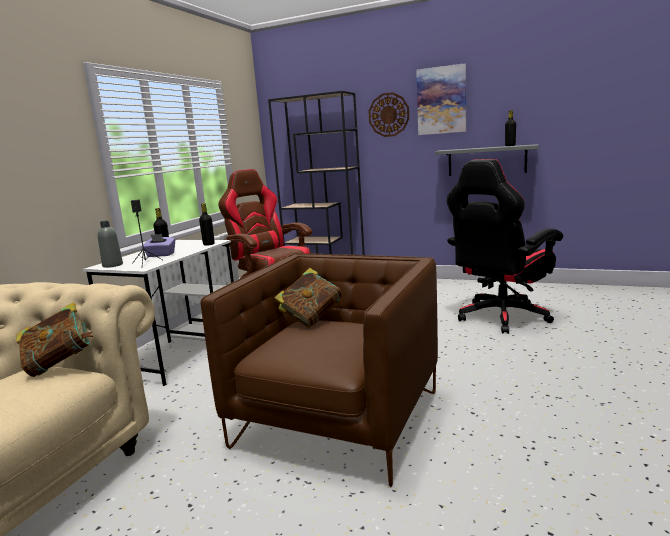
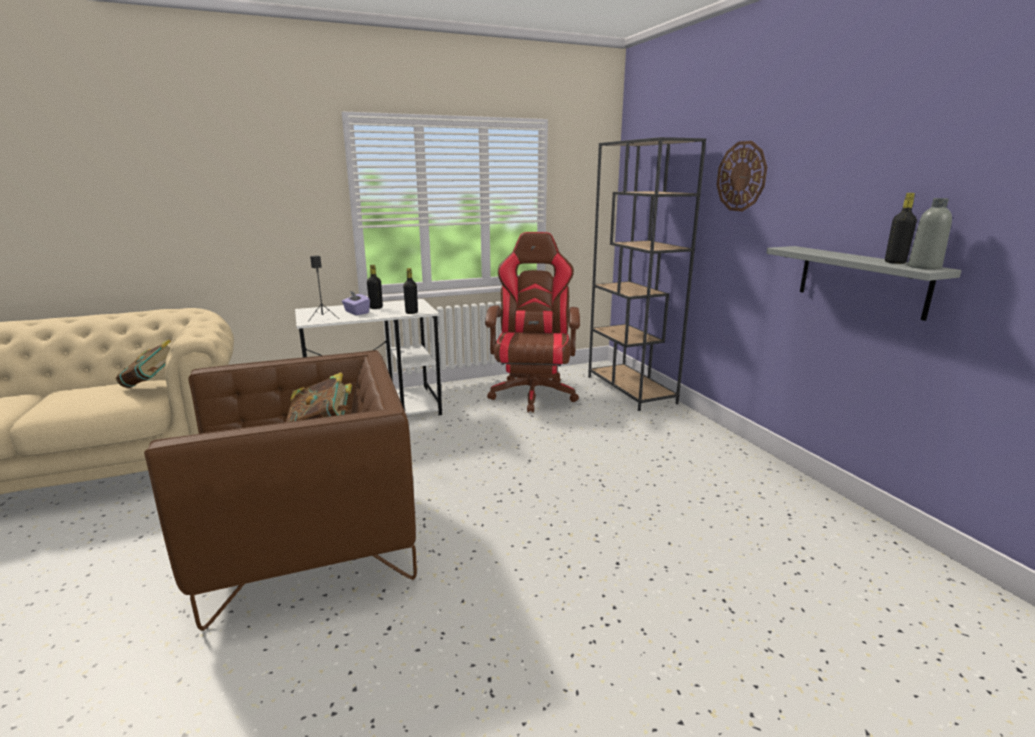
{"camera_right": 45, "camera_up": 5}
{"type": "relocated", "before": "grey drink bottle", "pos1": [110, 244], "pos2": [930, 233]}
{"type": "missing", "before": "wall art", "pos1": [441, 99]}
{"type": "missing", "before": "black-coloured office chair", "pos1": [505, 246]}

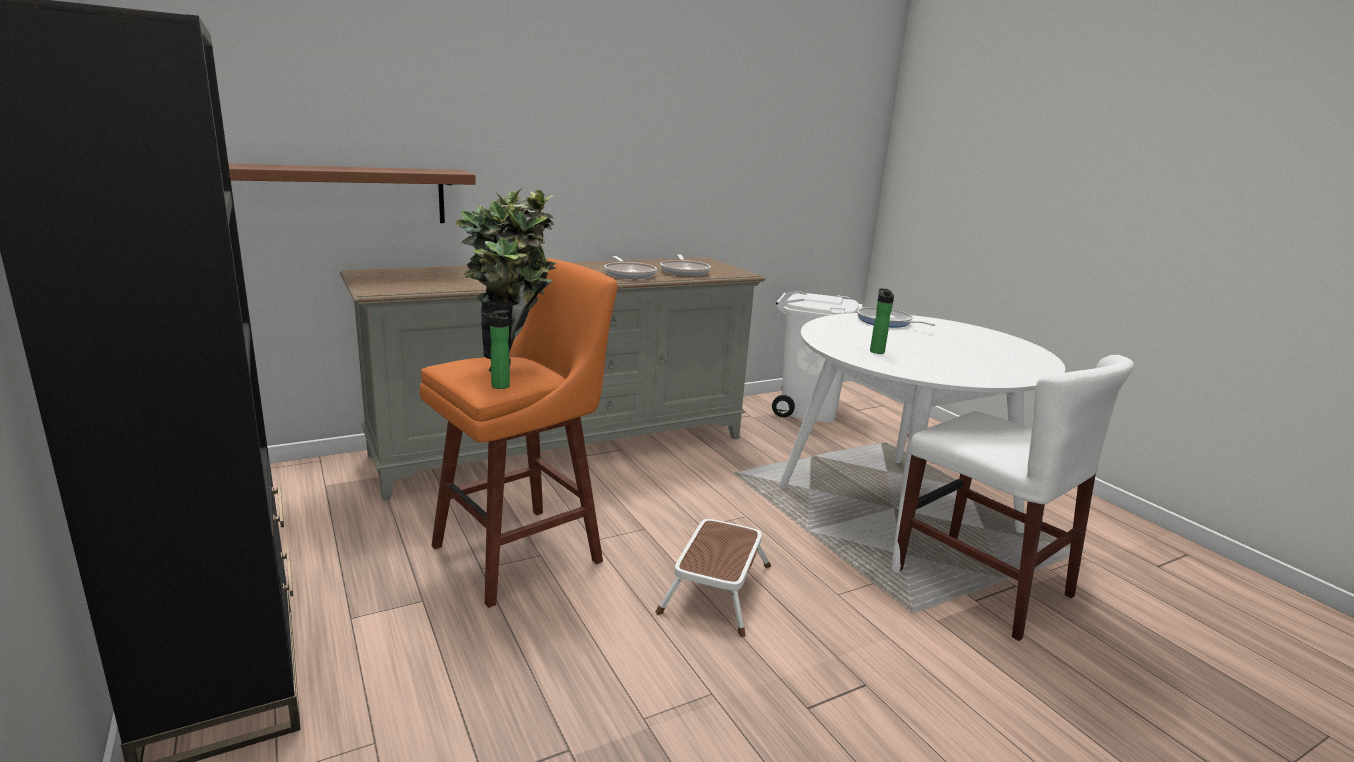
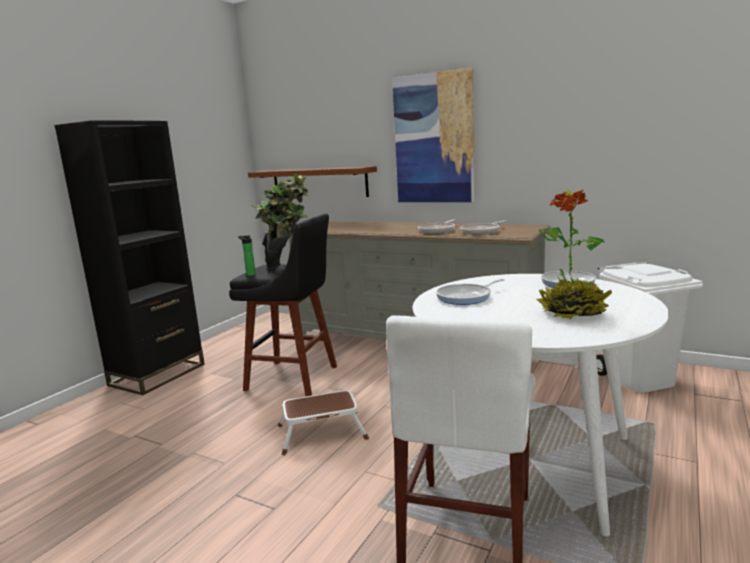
{"camera_right": 60, "camera_up": -5}
{"type": "colour", "before": "orange-coloured sitting stool", "after": "black-coloured sitting stool", "pos1": [518, 433], "pos2": [283, 304]}
{"type": "appeared", "after": "wall art", "pos2": [433, 134]}
{"type": "exchanged", "before": "drink bottle", "after": "pan", "pos1": [882, 321], "pos2": [470, 292]}
{"type": "appeared", "after": "houseplant", "pos2": [574, 254]}

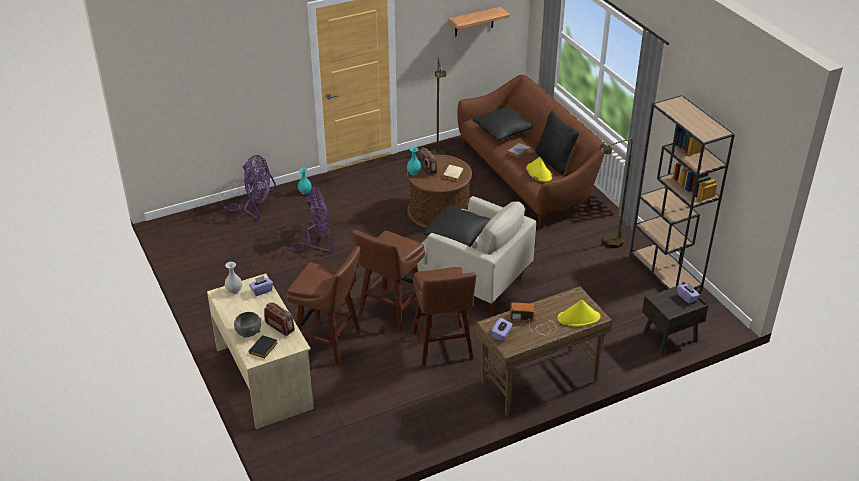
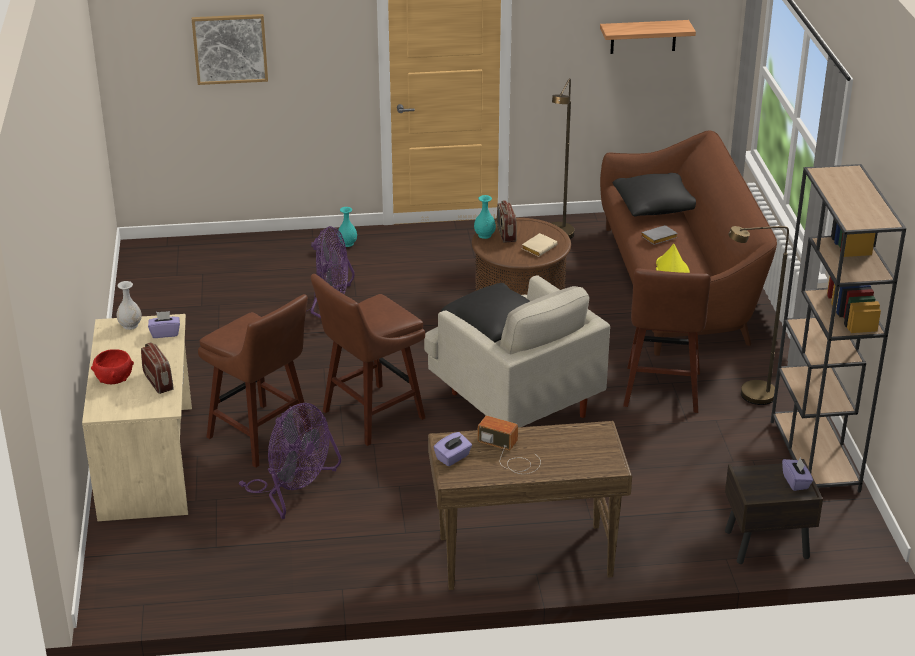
{"camera_right": 20, "camera_up": -5}
{"type": "colour", "before": "grey serving bowl", "after": "reddish serving bowl", "pos1": [247, 325], "pos2": [112, 366]}
{"type": "appeared", "after": "wall art", "pos2": [230, 49]}
{"type": "relocated", "before": "purple-coloured fan", "pos1": [250, 187], "pos2": [290, 461]}
{"type": "relocated", "before": "brown-coloured sitting stool", "pos1": [444, 316], "pos2": [666, 340]}
{"type": "missing", "before": "black-coloured volume", "pos1": [263, 346]}
{"type": "missing", "before": "black-coloured cushion", "pos1": [557, 143]}
{"type": "missing", "before": "yellow hat", "pos1": [578, 313]}

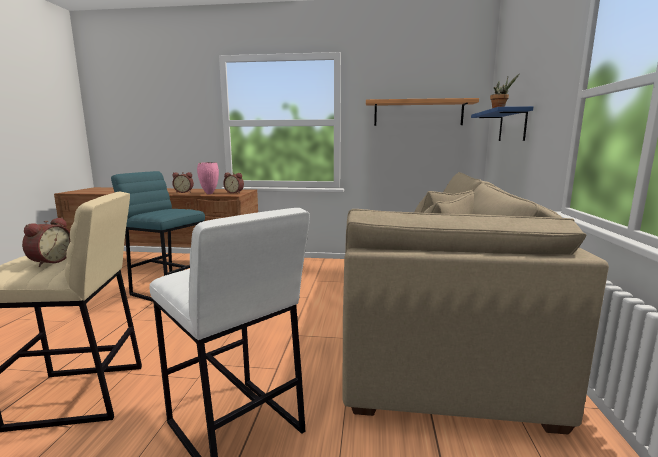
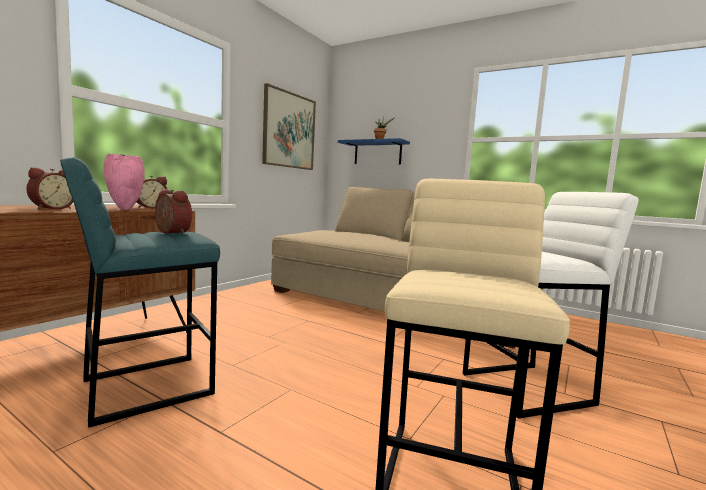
{"camera_right": -65, "camera_up": -5}
{"type": "relocated", "before": "bedside clock", "pos1": [46, 242], "pos2": [173, 211]}
{"type": "exchanged", "before": "wall shelf", "after": "wall art", "pos1": [422, 112], "pos2": [289, 126]}

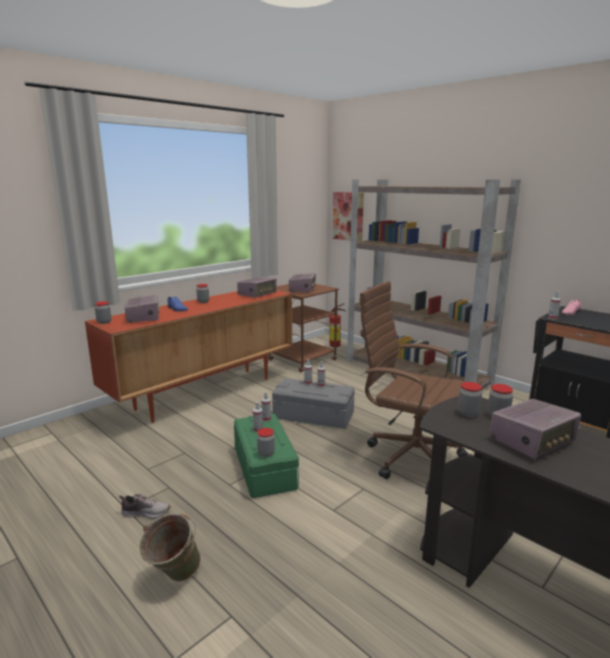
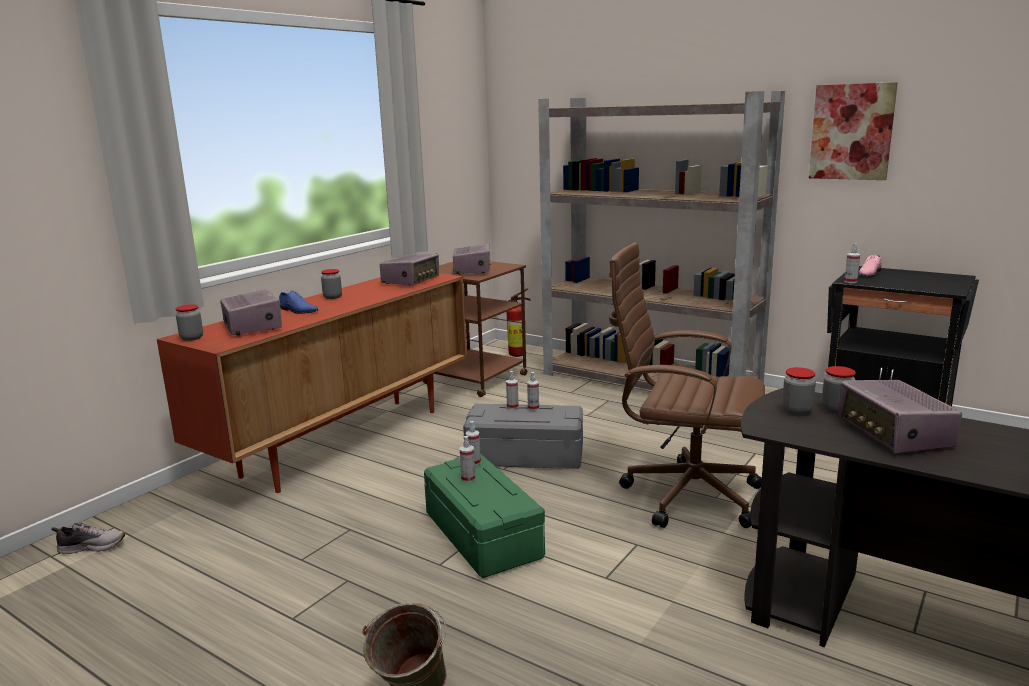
{"camera_right": -10, "camera_up": 0}
{"type": "relocated", "before": "shoe", "pos1": [144, 506], "pos2": [88, 538]}
{"type": "relocated", "before": "wall art", "pos1": [348, 217], "pos2": [853, 131]}
{"type": "spun", "before": "radio set", "pos1": [535, 429], "pos2": [900, 416], "turn": 120}
{"type": "missing", "before": "storage jar", "pos1": [266, 442]}

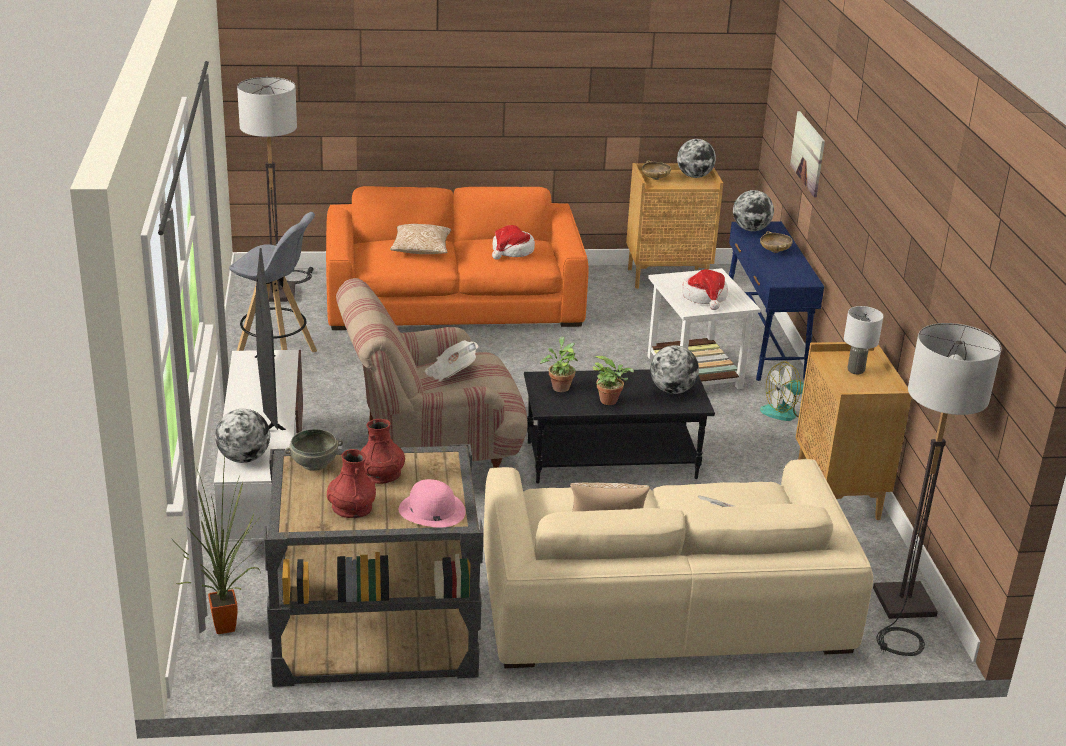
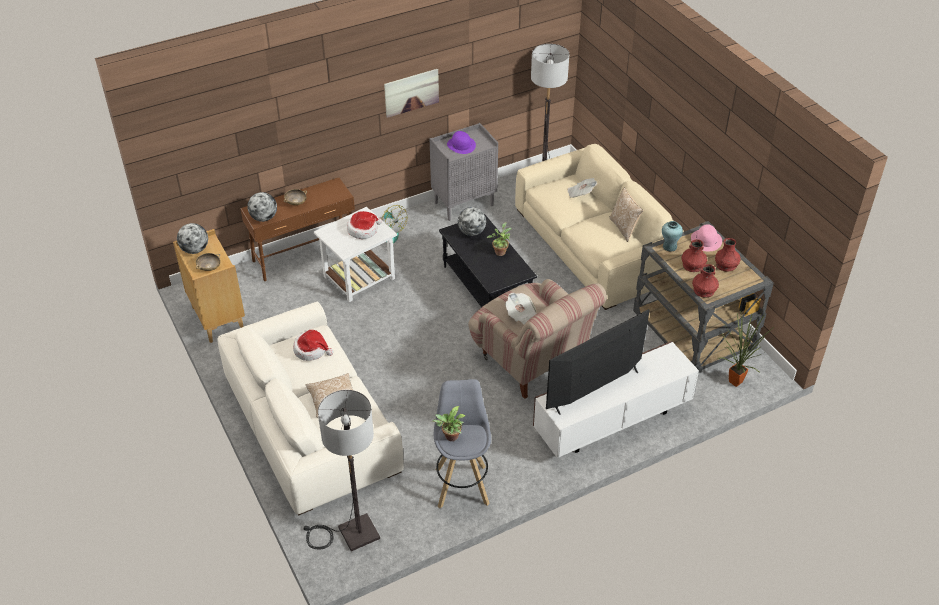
{"camera_right": -110, "camera_up": 15}
{"type": "colour", "before": "orange-coloured settee", "after": "white-coloured settee", "pos1": [457, 258], "pos2": [311, 409]}
{"type": "colour", "before": "blue hall table", "after": "brown-coloured hall table", "pos1": [776, 301], "pos2": [298, 229]}
{"type": "relocated", "before": "wall art", "pos1": [807, 154], "pos2": [411, 93]}
{"type": "colour", "before": "brown-coloured cupboard", "after": "grey cupboard", "pos1": [854, 431], "pos2": [464, 172]}
{"type": "relocated", "before": "houseplant", "pos1": [559, 364], "pos2": [448, 423]}
{"type": "exchanged", "before": "white-coloured lamp for a table", "after": "purple-coloured hat", "pos1": [864, 340], "pos2": [461, 142]}
{"type": "appeared", "after": "blue-green flower vase", "pos2": [672, 236]}
{"type": "exchanged", "before": "grey serving bowl", "after": "reddish flower vase", "pos1": [314, 450], "pos2": [705, 281]}
{"type": "missing", "before": "world globe", "pos1": [242, 436]}

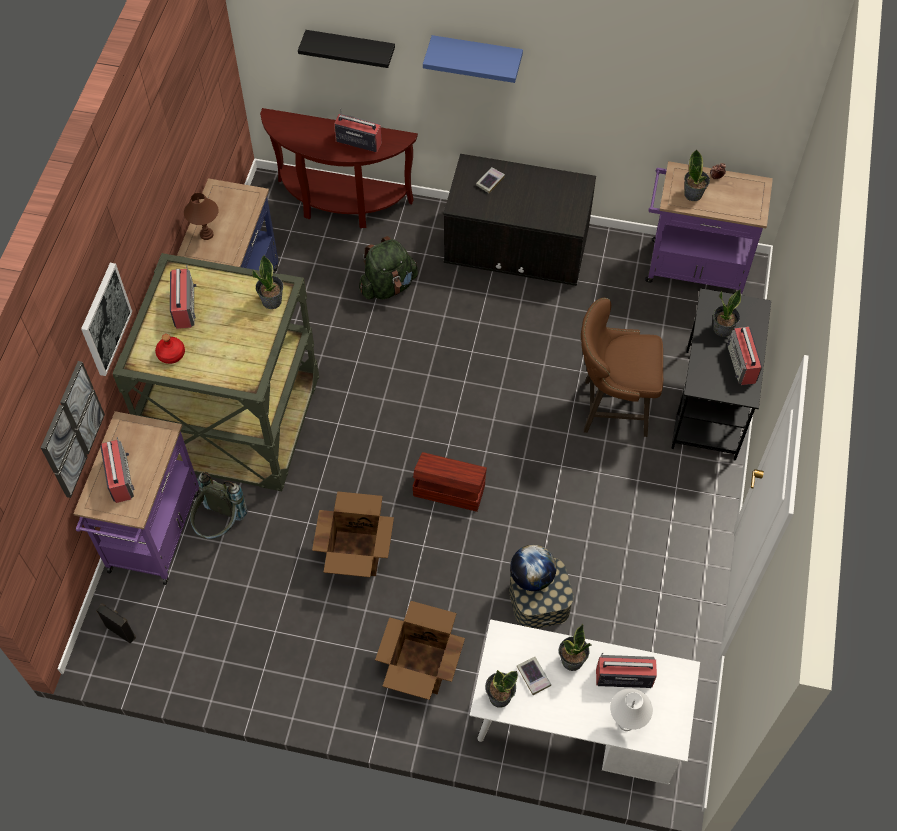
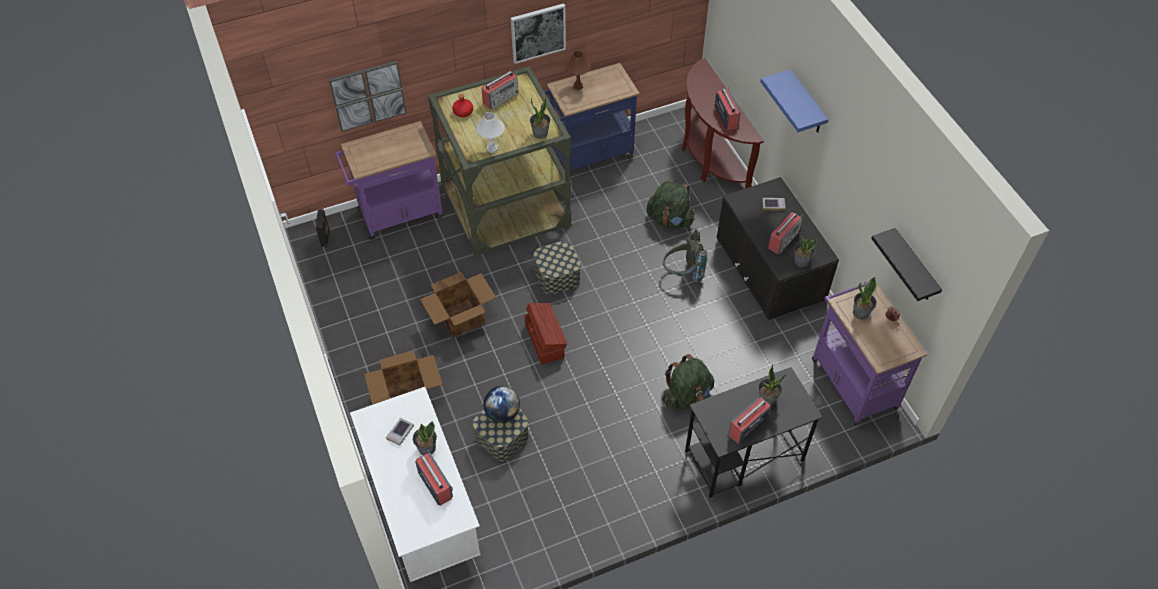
{"camera_right": 55, "camera_up": -5}
{"type": "relocated", "before": "white-coloured lamp for a table", "pos1": [631, 709], "pos2": [490, 132]}
{"type": "relocated", "before": "wall art", "pos1": [106, 319], "pos2": [538, 33]}
{"type": "appeared", "after": "storage box", "pos2": [557, 267]}
{"type": "relocated", "before": "grey knapsack", "pos1": [218, 505], "pos2": [685, 256]}
{"type": "exchanged", "before": "brown-coloured sitting stool", "after": "green-coloured knapsack", "pos1": [622, 367], "pos2": [688, 382]}
{"type": "relocated", "before": "radio set", "pos1": [117, 470], "pos2": [785, 233]}
{"type": "relocated", "before": "houseplant", "pos1": [501, 689], "pos2": [805, 251]}
{"type": "relocated", "before": "black-coloured wall shelf", "pos1": [346, 49], "pos2": [906, 264]}

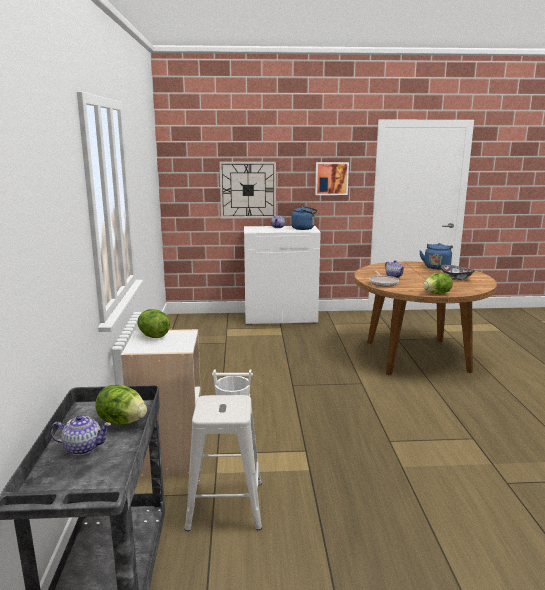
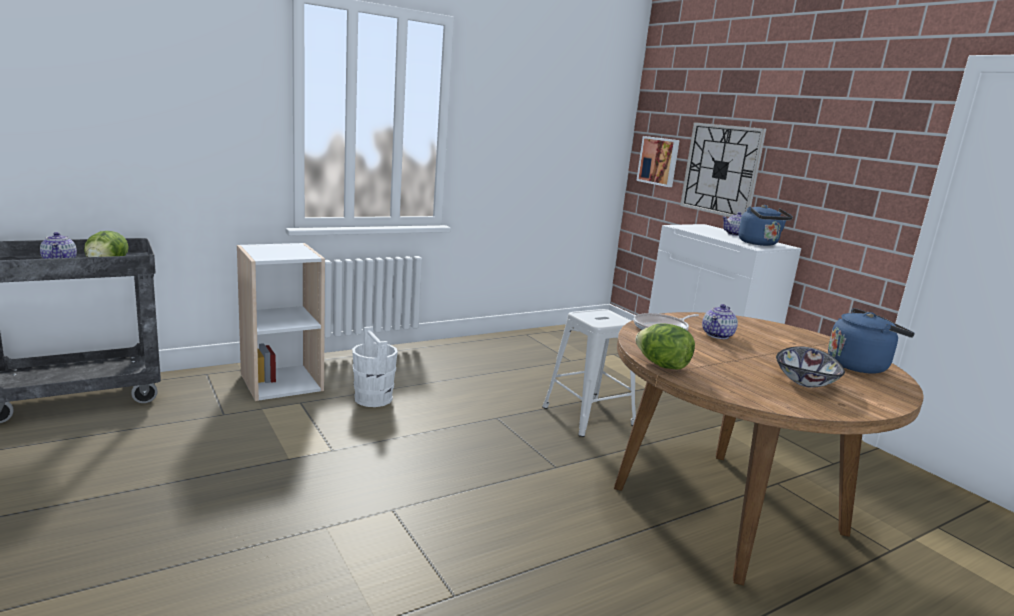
{"camera_right": 60, "camera_up": 0}
{"type": "relocated", "before": "white-coloured sitting stool", "pos1": [223, 463], "pos2": [589, 373]}
{"type": "relocated", "before": "wall art", "pos1": [332, 178], "pos2": [658, 161]}
{"type": "missing", "before": "head of lettuce", "pos1": [153, 323]}

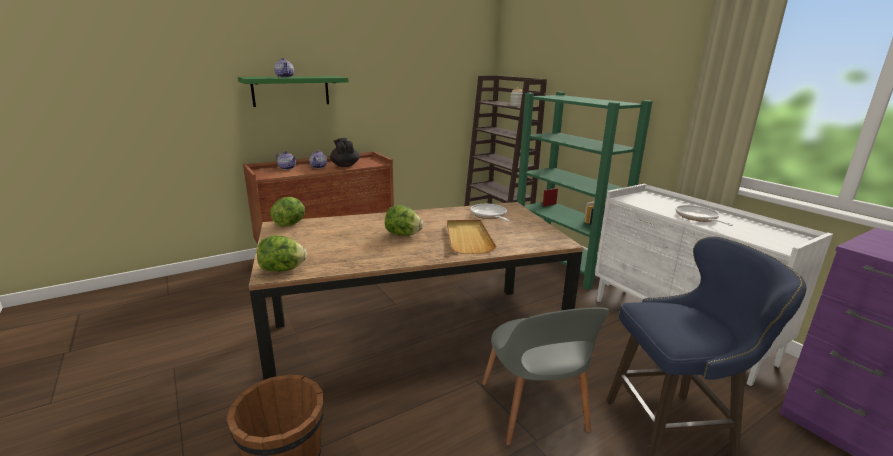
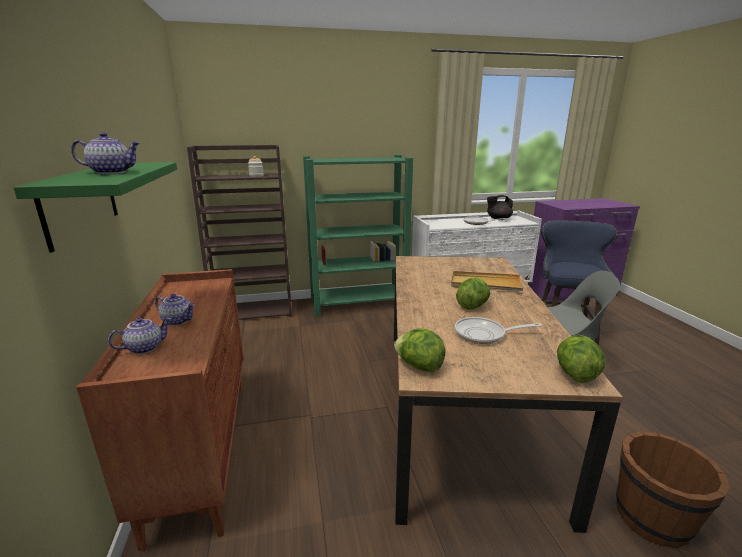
{"camera_right": -70, "camera_up": 0}
{"type": "relocated", "before": "pan", "pos1": [490, 213], "pos2": [498, 330]}
{"type": "relocated", "before": "black-coloured teapot", "pos1": [345, 152], "pos2": [500, 207]}

